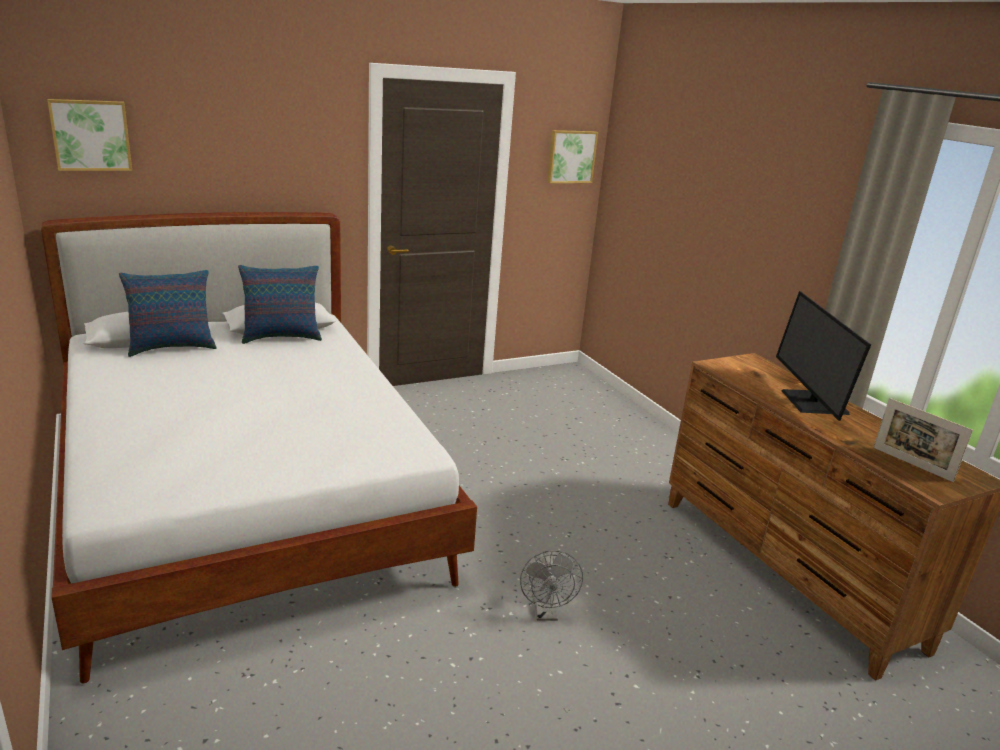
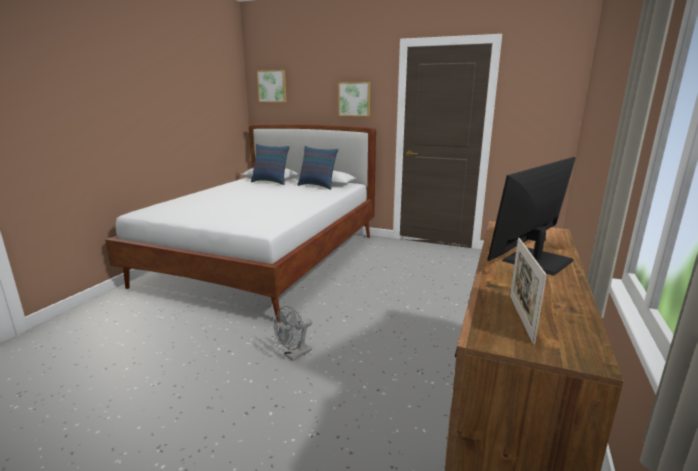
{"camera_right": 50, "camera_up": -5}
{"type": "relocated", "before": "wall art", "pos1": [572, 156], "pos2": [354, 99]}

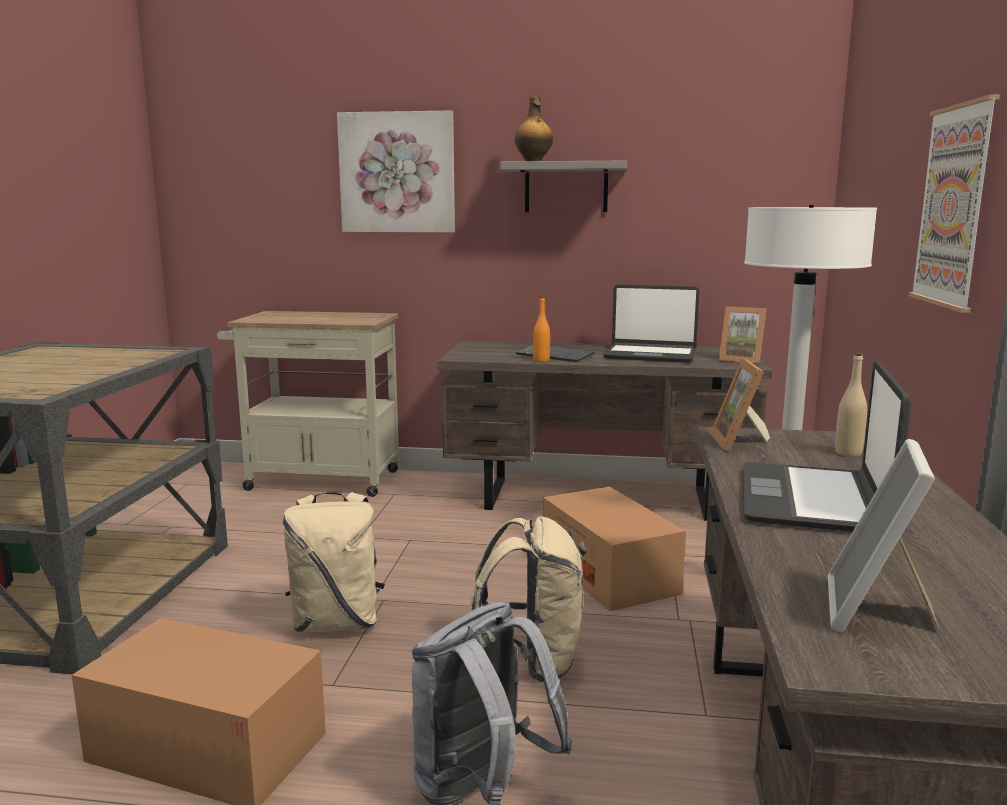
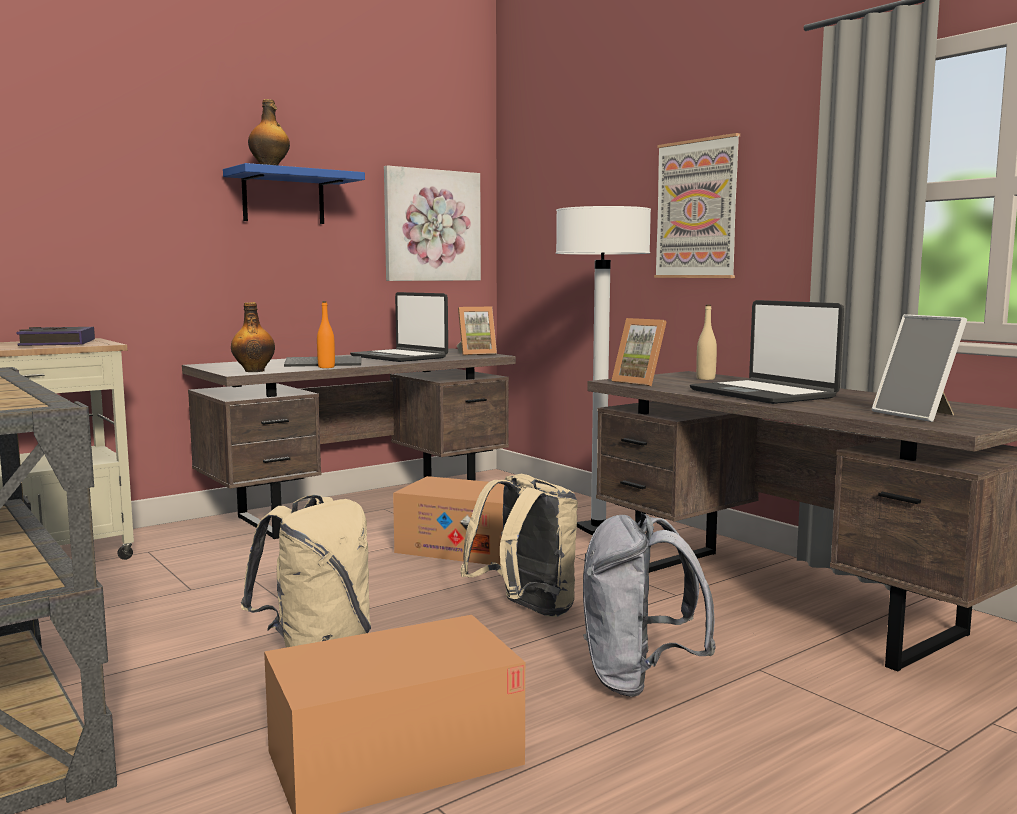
{"camera_right": -45, "camera_up": -5}
{"type": "appeared", "after": "volume", "pos2": [55, 336]}
{"type": "colour", "before": "grey wall shelf", "after": "blue wall shelf", "pos1": [563, 186], "pos2": [294, 193]}
{"type": "appeared", "after": "drink bottle", "pos2": [253, 337]}
{"type": "spun", "before": "portable computer", "pos1": [651, 324], "pos2": [399, 327], "turn": 75}
{"type": "relocated", "before": "wall art", "pos1": [396, 172], "pos2": [432, 223]}

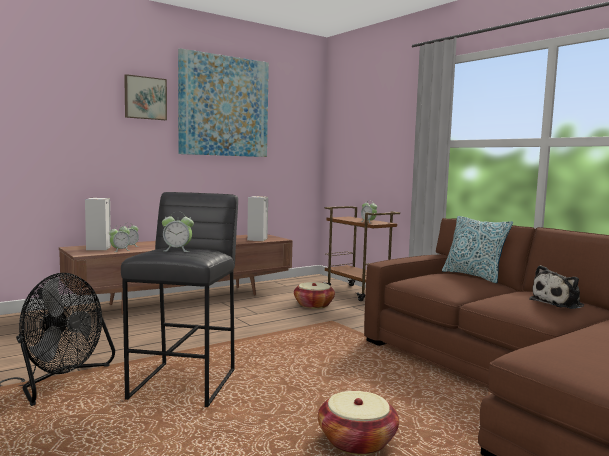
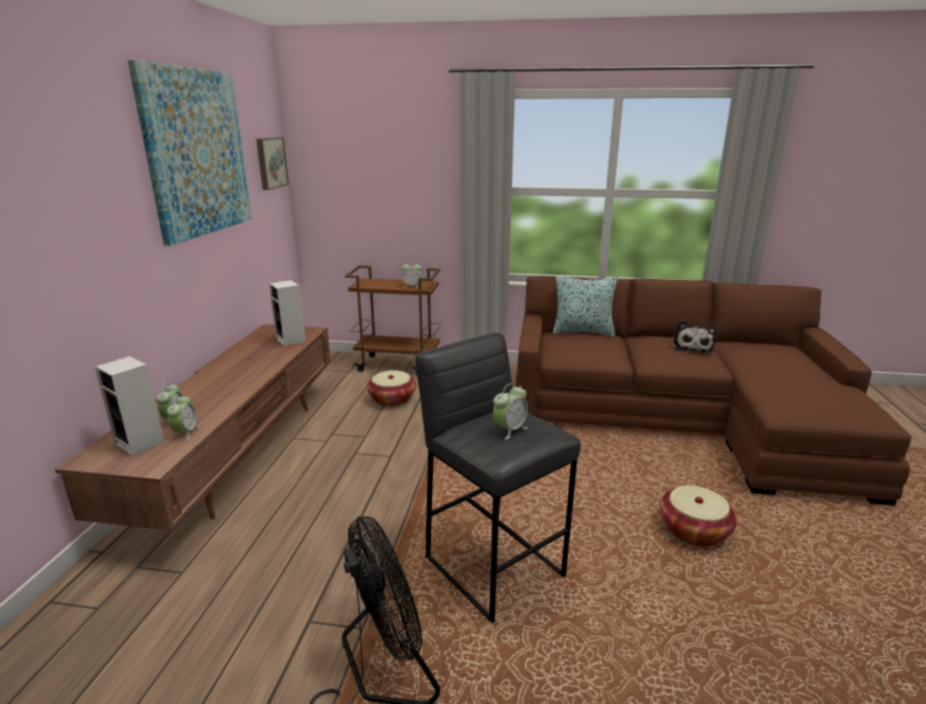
{"camera_right": -45, "camera_up": 15}
{"type": "relocated", "before": "wall art", "pos1": [145, 97], "pos2": [272, 164]}

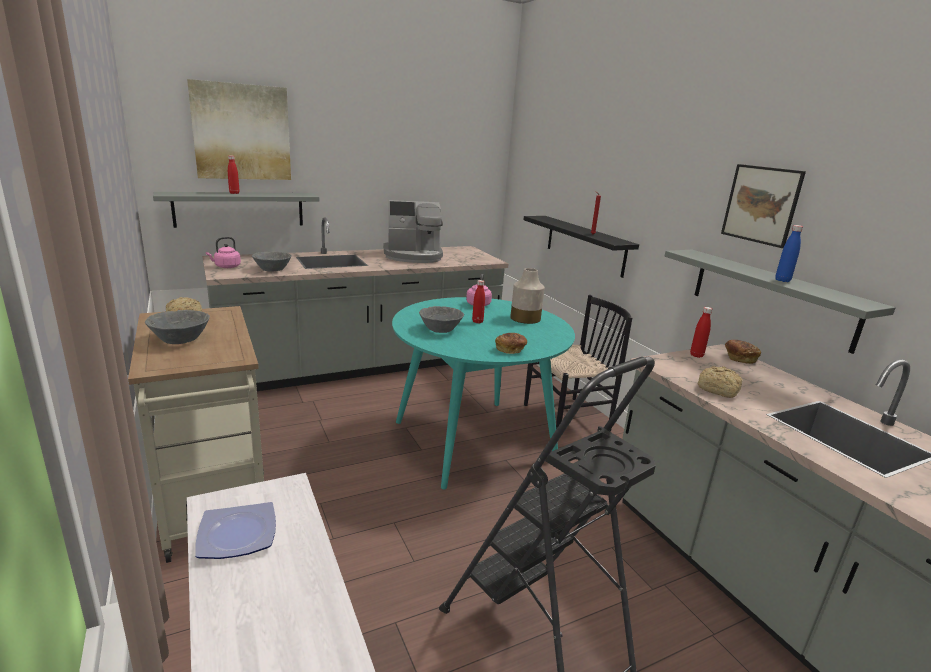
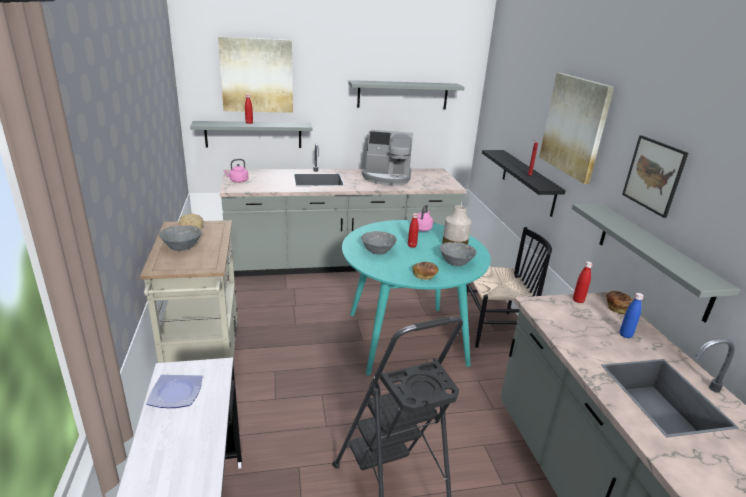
{"camera_right": 15, "camera_up": 5}
{"type": "appeared", "after": "grey wall shelf", "pos2": [407, 94]}
{"type": "relocated", "before": "grey serving bowl", "pos1": [272, 261], "pos2": [458, 254]}
{"type": "appeared", "after": "wall art", "pos2": [576, 128]}
{"type": "relocated", "before": "blue drink bottle", "pos1": [789, 253], "pos2": [632, 316]}
{"type": "missing", "before": "bakery bread", "pos1": [720, 382]}

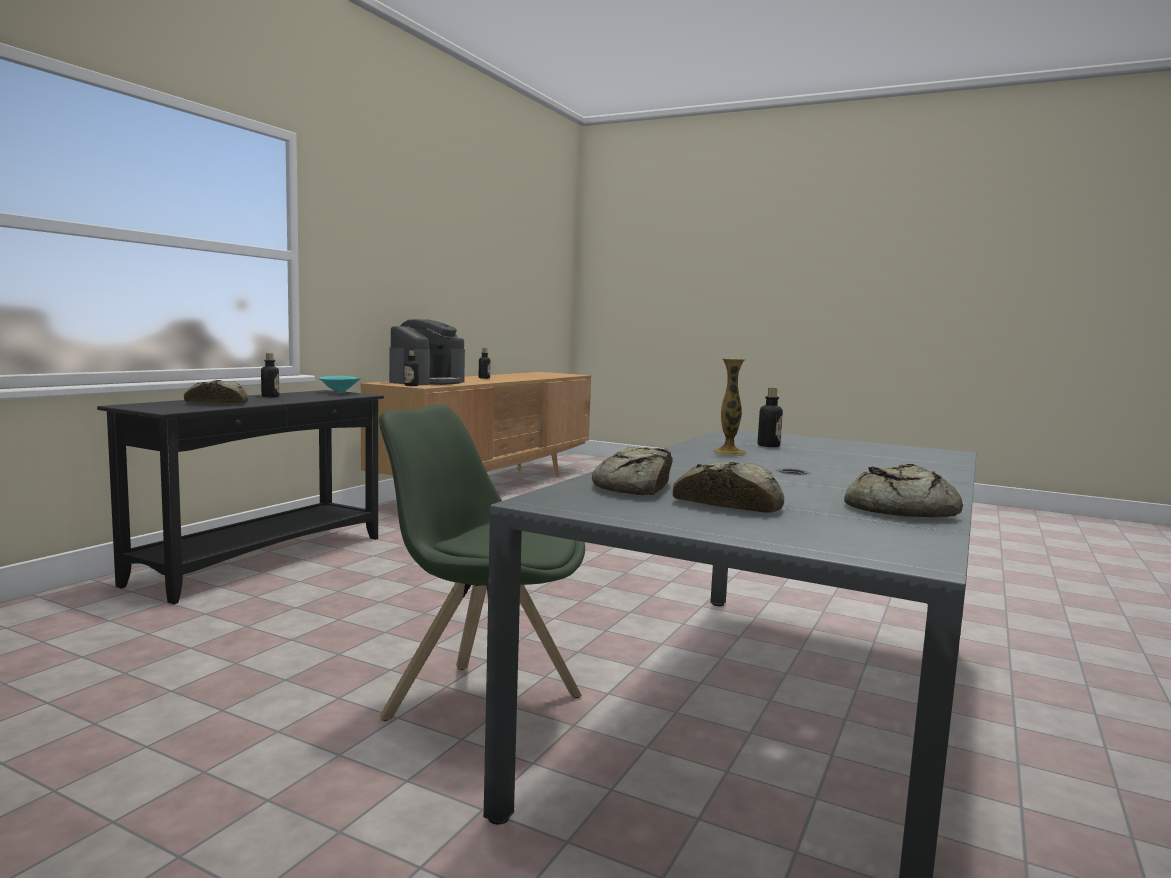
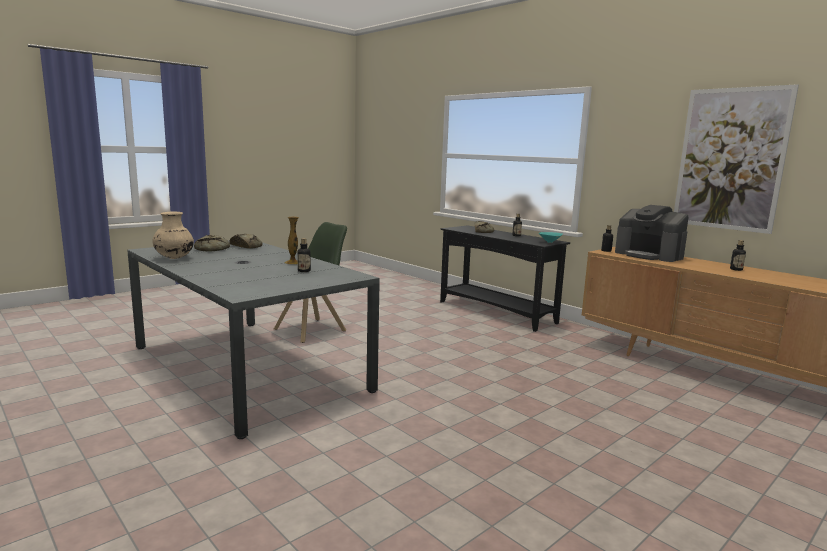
{"camera_right": 110, "camera_up": 5}
{"type": "exchanged", "before": "bakery bread", "after": "beige flower vase", "pos1": [903, 490], "pos2": [173, 235]}
{"type": "appeared", "after": "wall art", "pos2": [736, 159]}

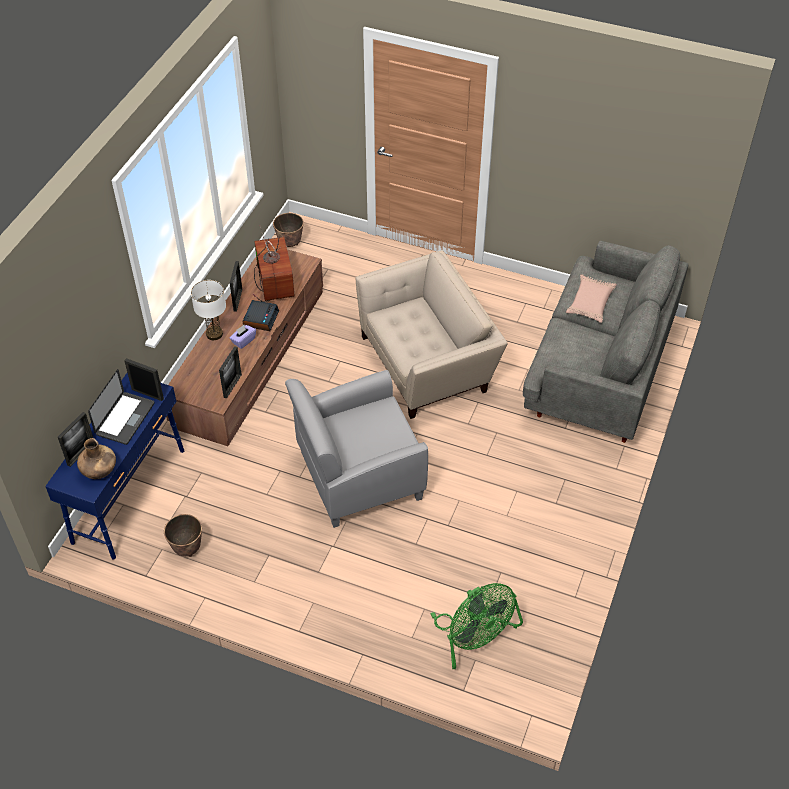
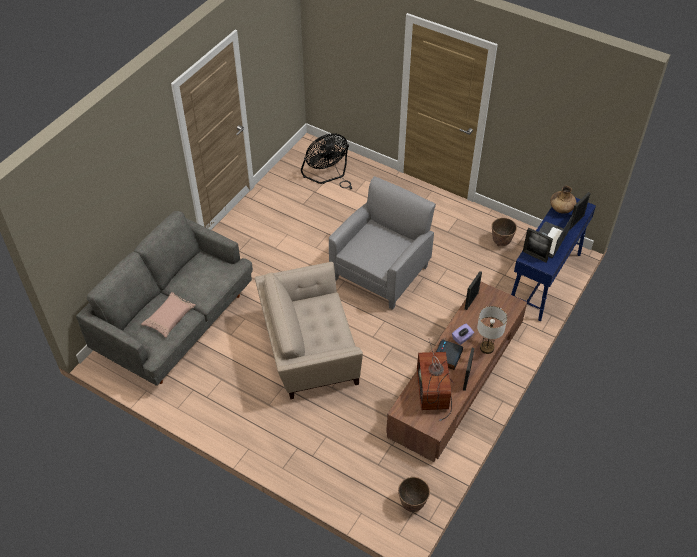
{"camera_right": -170, "camera_up": 0}
{"type": "colour", "before": "green-coloured fan", "after": "black-coloured fan", "pos1": [477, 626], "pos2": [326, 161]}
{"type": "spun", "before": "grey lounge chair", "pos1": [356, 449], "pos2": [382, 243], "turn": -45}

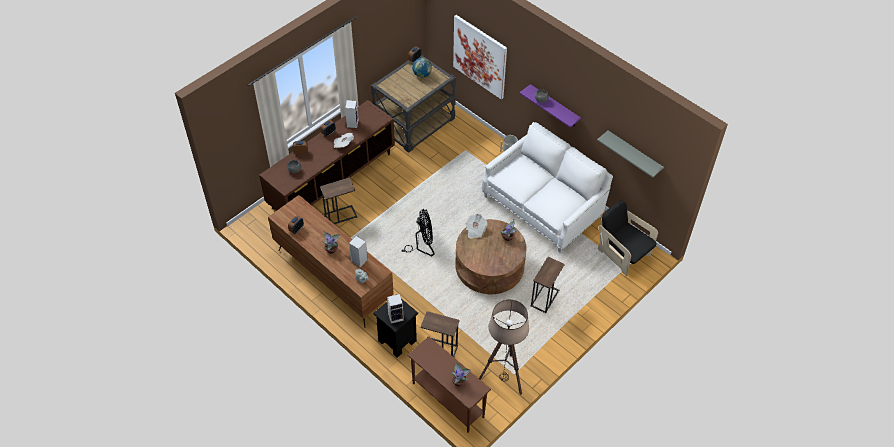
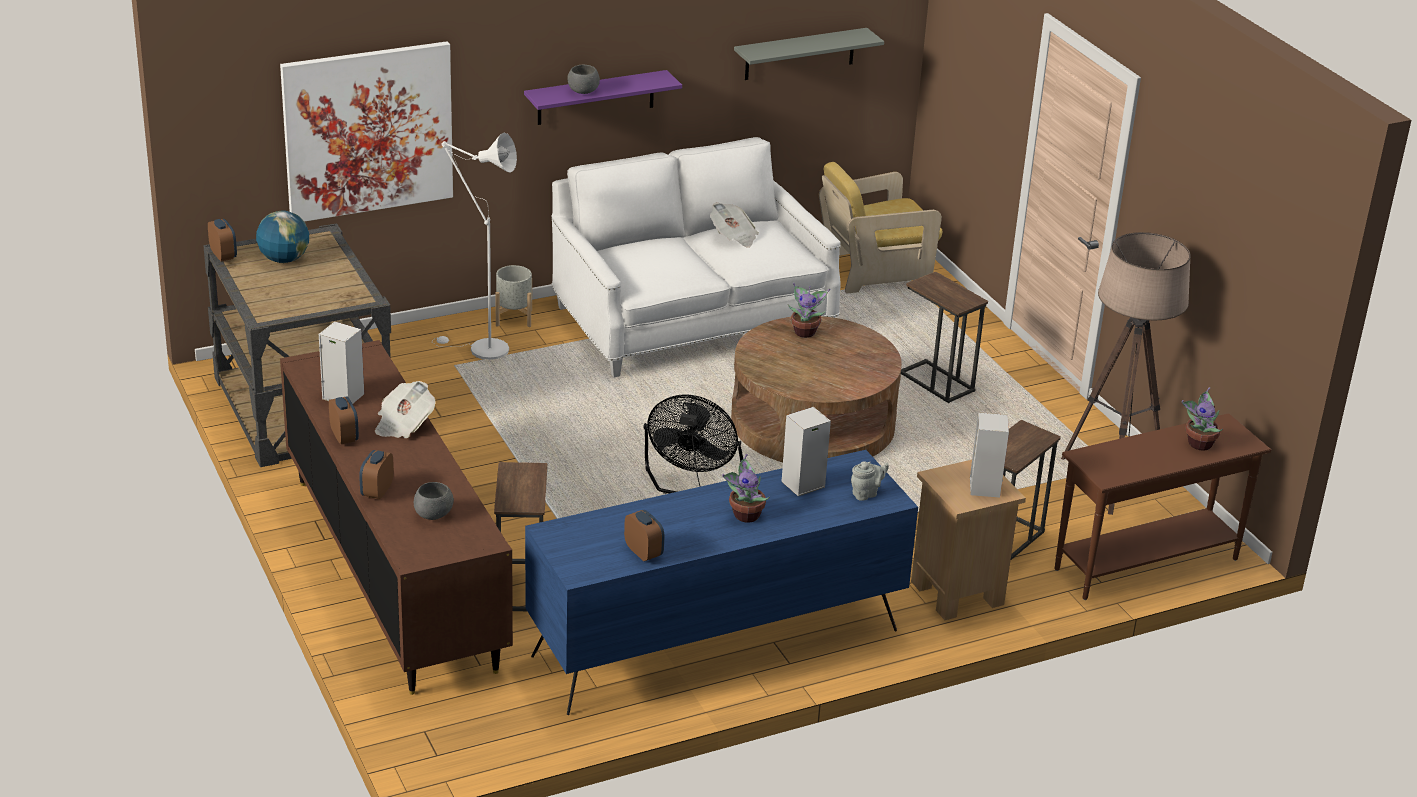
{"camera_right": -70, "camera_up": -20}
{"type": "appeared", "after": "white-coloured standing lamp", "pos2": [475, 246]}
{"type": "colour", "before": "brown-coloured tv unit", "after": "blue tv unit", "pos1": [331, 261], "pos2": [721, 582]}
{"type": "relocated", "before": "daily paper", "pos1": [476, 226], "pos2": [734, 225]}
{"type": "colour", "before": "black-coloured lounge chair", "after": "yellow lounge chair", "pos1": [628, 238], "pos2": [880, 227]}
{"type": "colour", "before": "black-coloured bedside table", "after": "beige bedside table", "pos1": [395, 325], "pos2": [968, 540]}

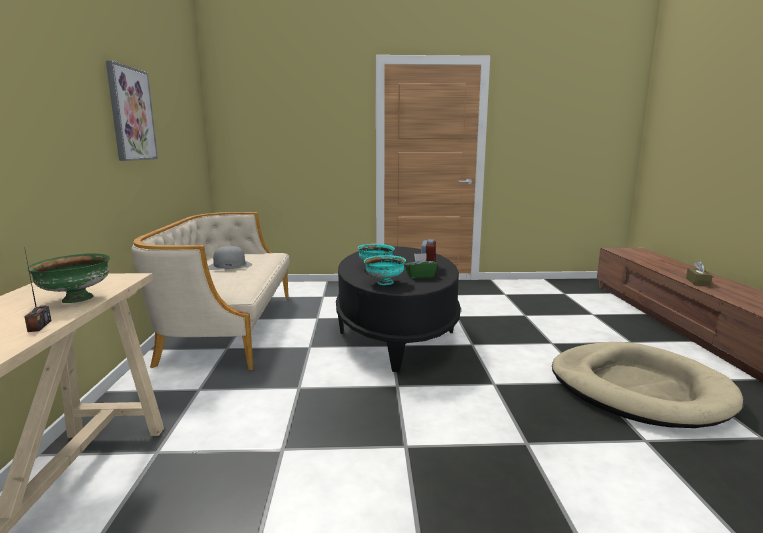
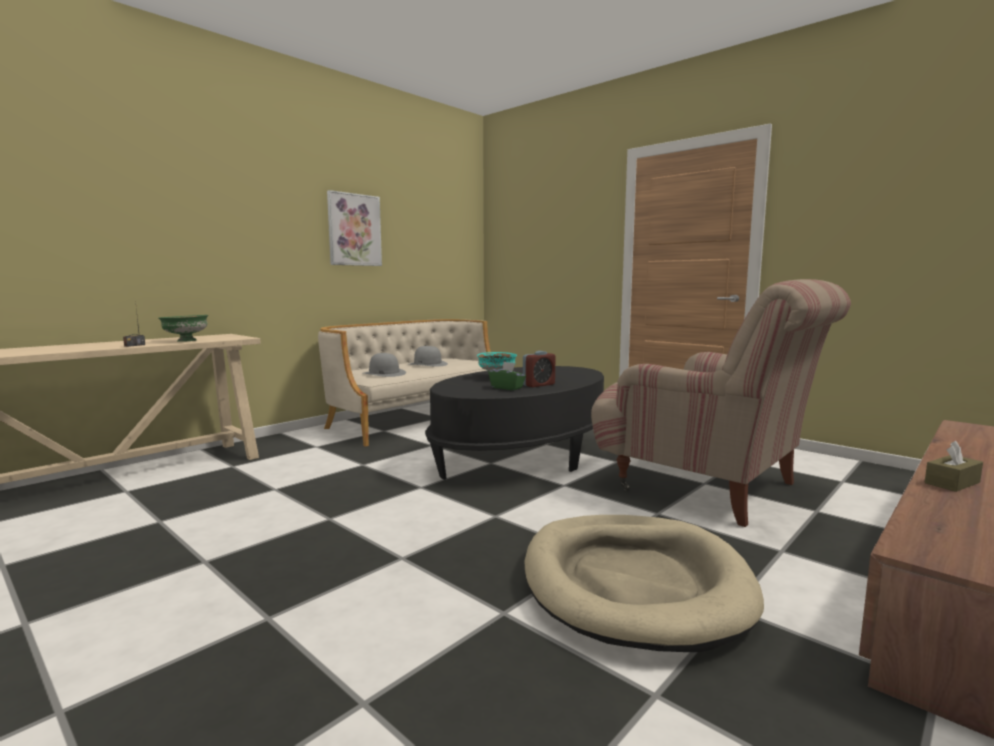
{"camera_right": 45, "camera_up": -5}
{"type": "appeared", "after": "grey hat", "pos2": [384, 365]}
{"type": "appeared", "after": "beige lounge chair", "pos2": [721, 403]}
{"type": "missing", "before": "blue-green serving bowl", "pos1": [385, 270]}

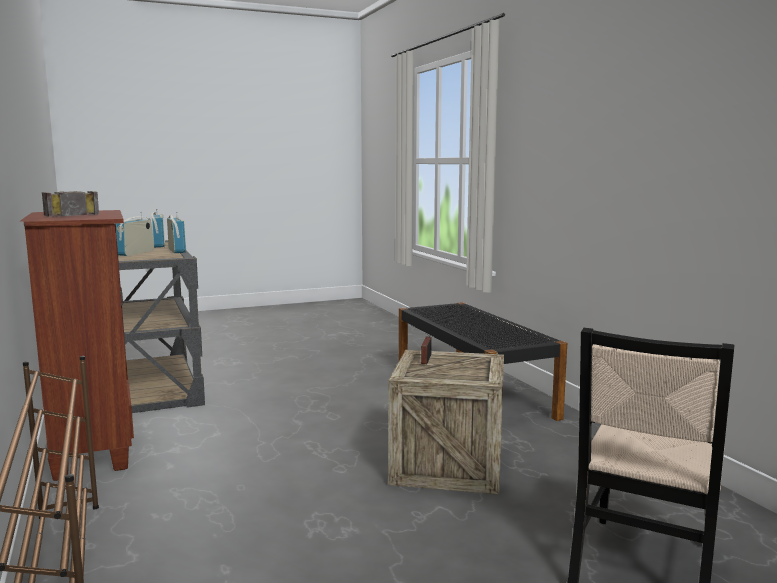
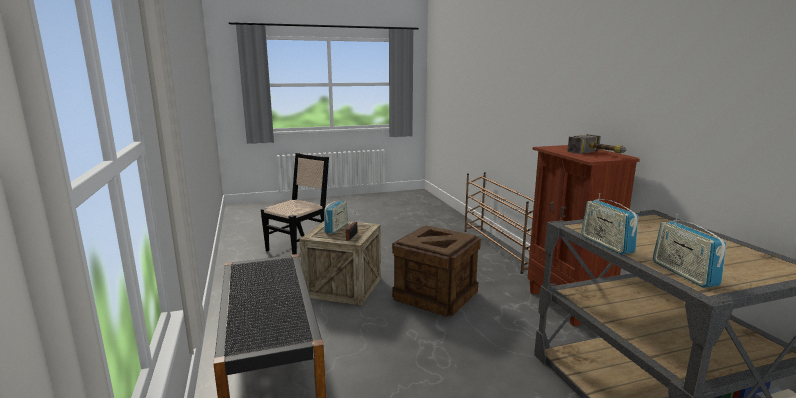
{"camera_right": -175, "camera_up": 5}
{"type": "relocated", "before": "radio set", "pos1": [135, 234], "pos2": [336, 217]}
{"type": "appeared", "after": "shipping crate", "pos2": [436, 271]}

